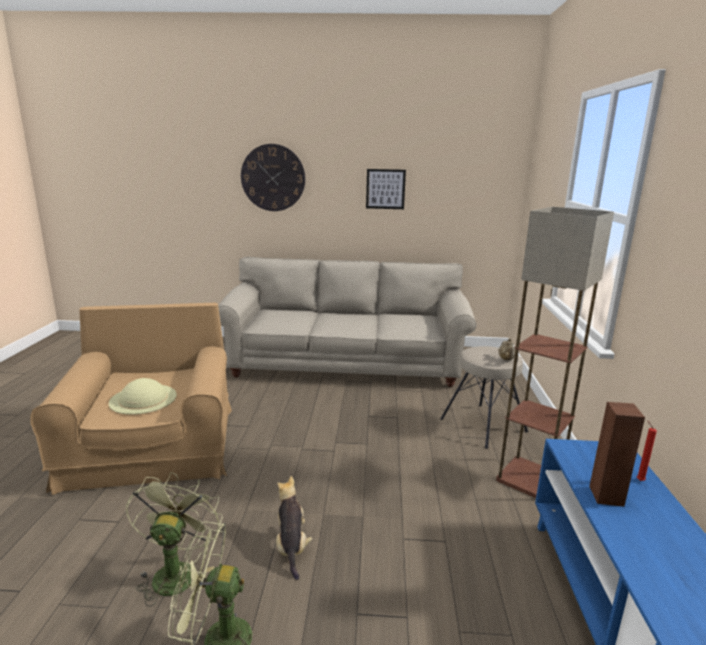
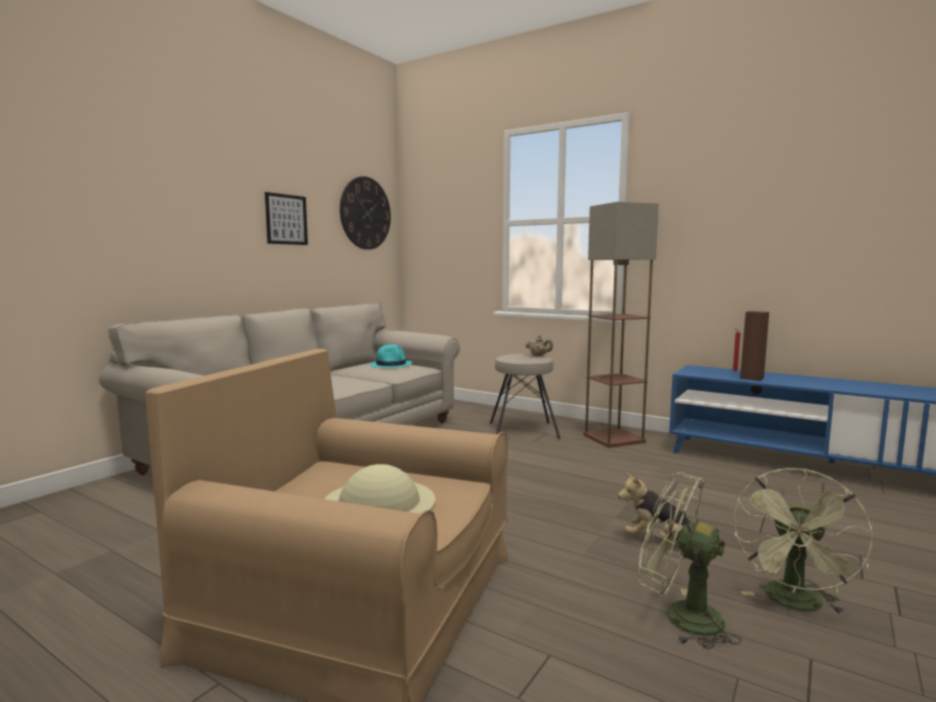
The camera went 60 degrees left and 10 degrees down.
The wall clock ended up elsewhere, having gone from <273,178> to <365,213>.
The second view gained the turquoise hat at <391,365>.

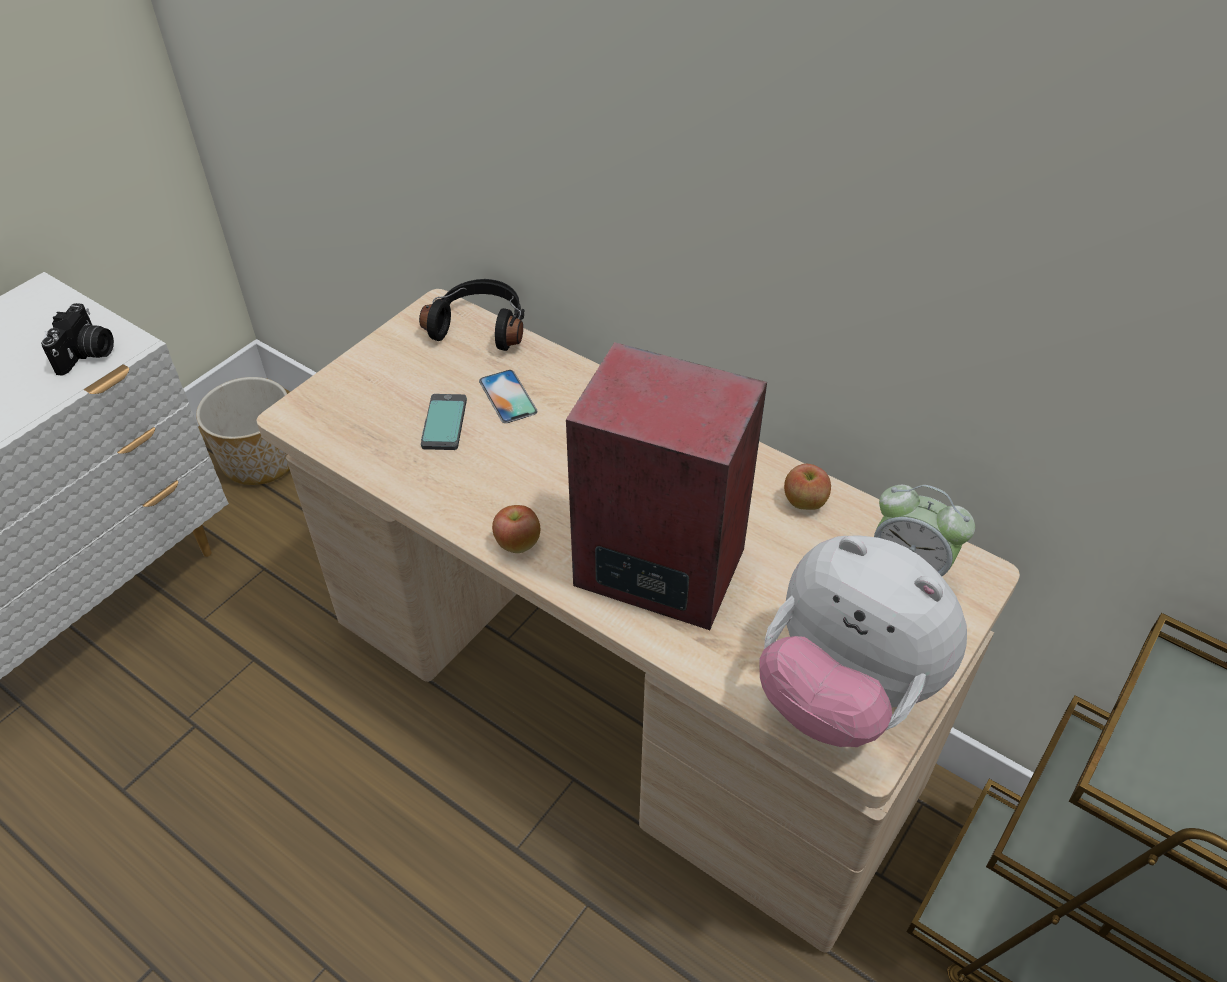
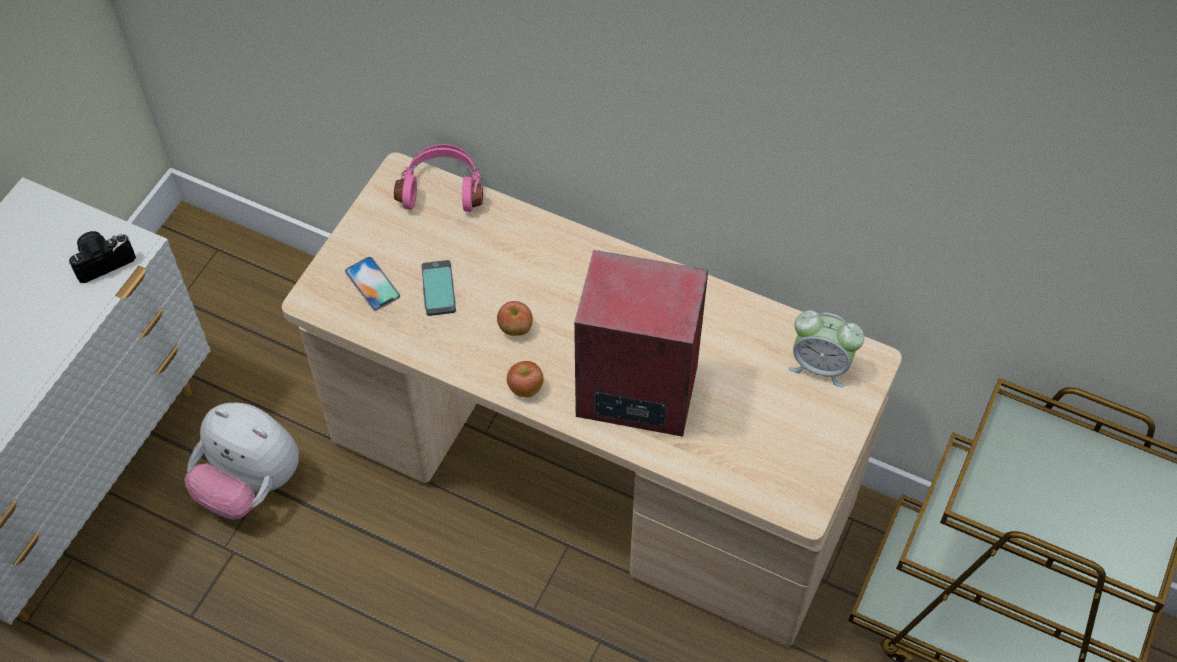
The camera went 10 degrees left and 10 degrees up.
The photo camera at <87,354> ended up facing another way, 120 degrees counterclockwise from before.
The second view lost the planter at <261,459>.
What was the black headphones at <480,326> turned into the pink headphones at <442,187>.
The phone ended up elsewhere, having gone from <508,396> to <372,284>.
The plush toy ended up elsewhere, having gone from <843,692> to <250,483>.
The apple ended up elsewhere, having gone from <804,503> to <515,329>.

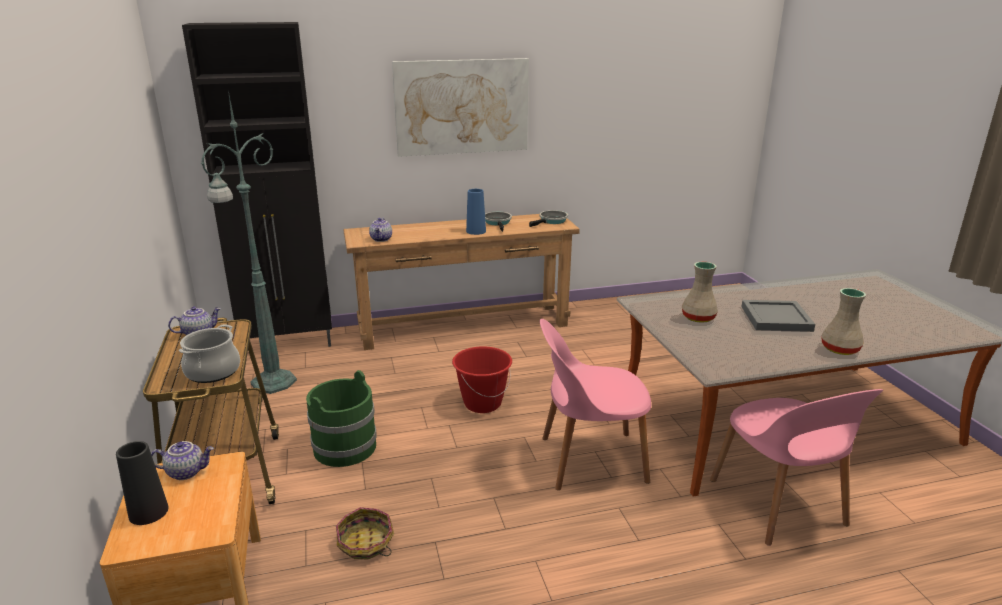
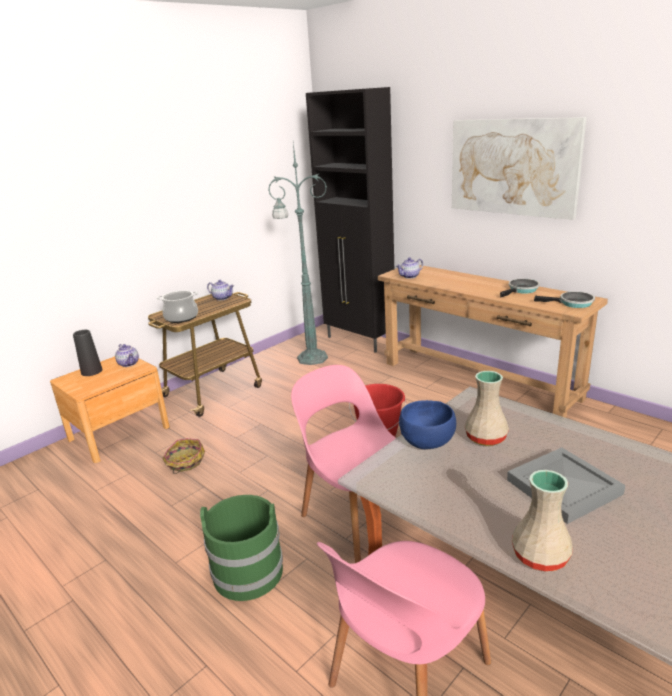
The camera went 60 degrees right and 0 degrees up.
The green bucket ended up elsewhere, having gone from <344,447> to <247,573>.
The second view lost the blue vase at <476,231>.
The second view gained the blue bowl at <428,441>.

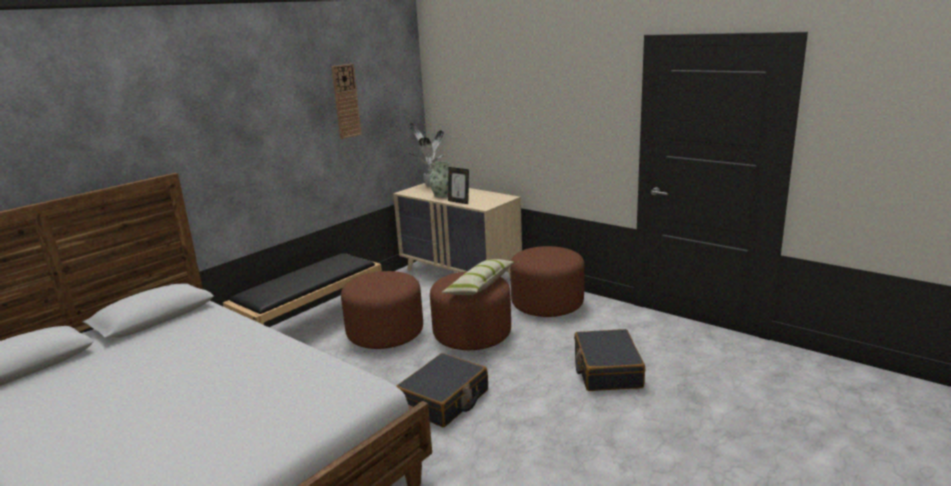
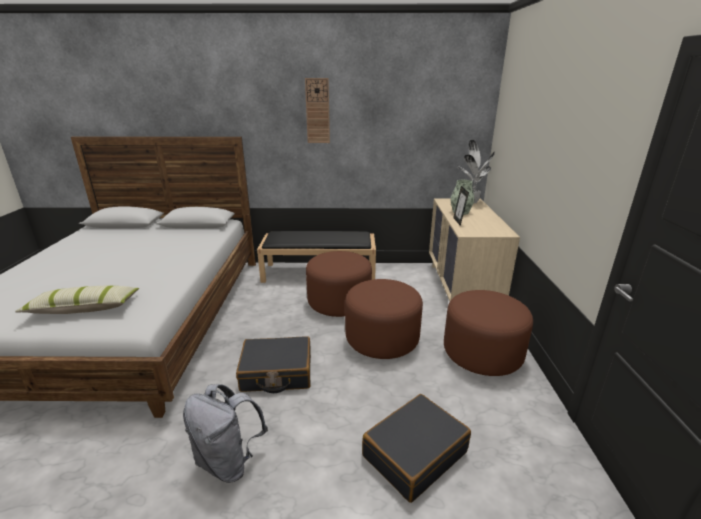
The camera went 50 degrees right and 5 degrees up.
The wall clock ended up elsewhere, having gone from <346,101> to <317,111>.
The pillow ended up elsewhere, having gone from <480,285> to <85,309>.
The second view gained the grey backpack at <229,461>.

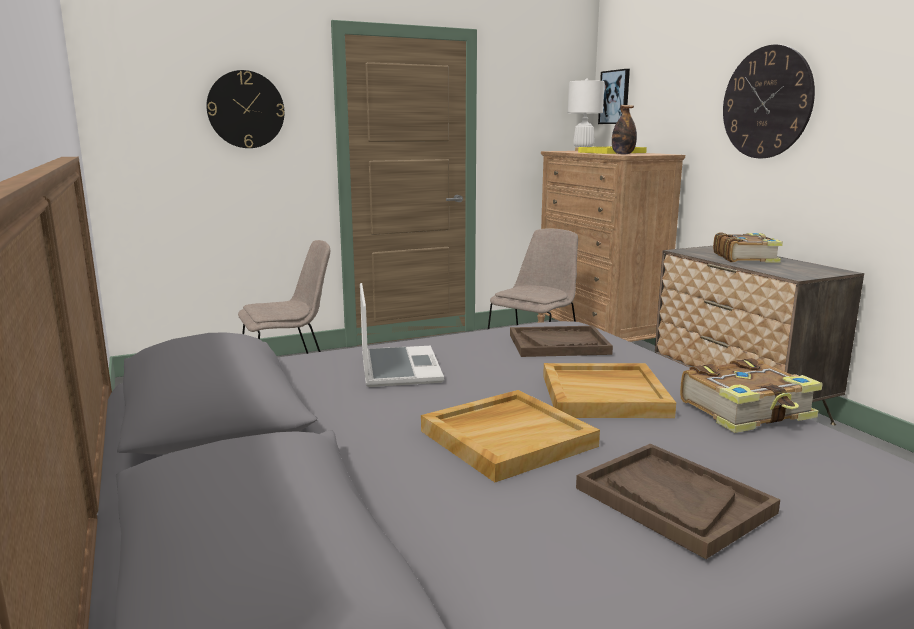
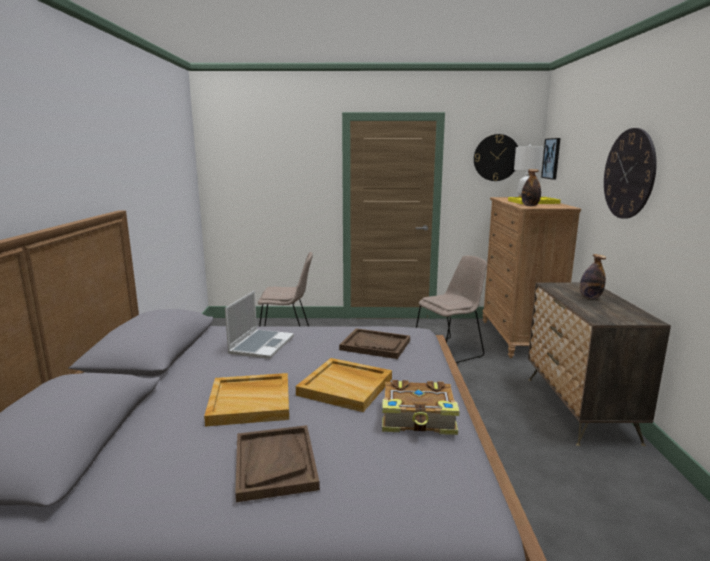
The camera went 25 degrees right and 0 degrees up.
The wall clock ended up elsewhere, having gone from <246,109> to <496,157>.
Where the book stood at <745,258>, the bottle came to stand at <590,297>.

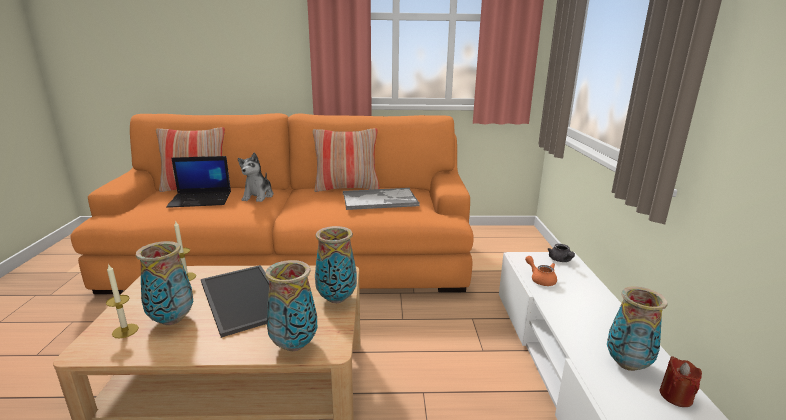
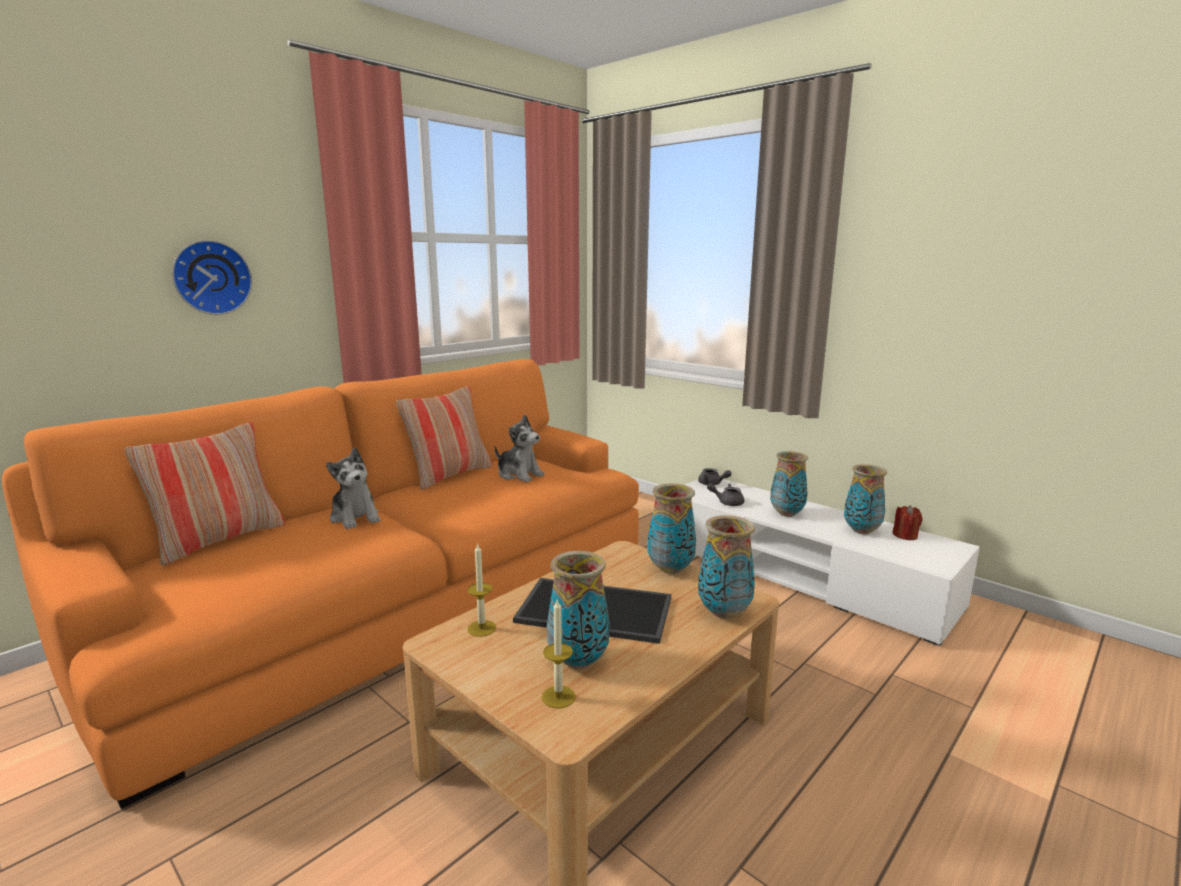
The camera went 45 degrees left and 5 degrees down.
The second view lost the laptop at <201,199>.
Where the tray stood at <380,200>, the plush toy came to stand at <519,475>.
What was the orange teapot at <540,279> turned into the grey teapot at <727,502>.
The second view gained the wall clock at <211,277>.
The second view gained the vase at <786,514>.

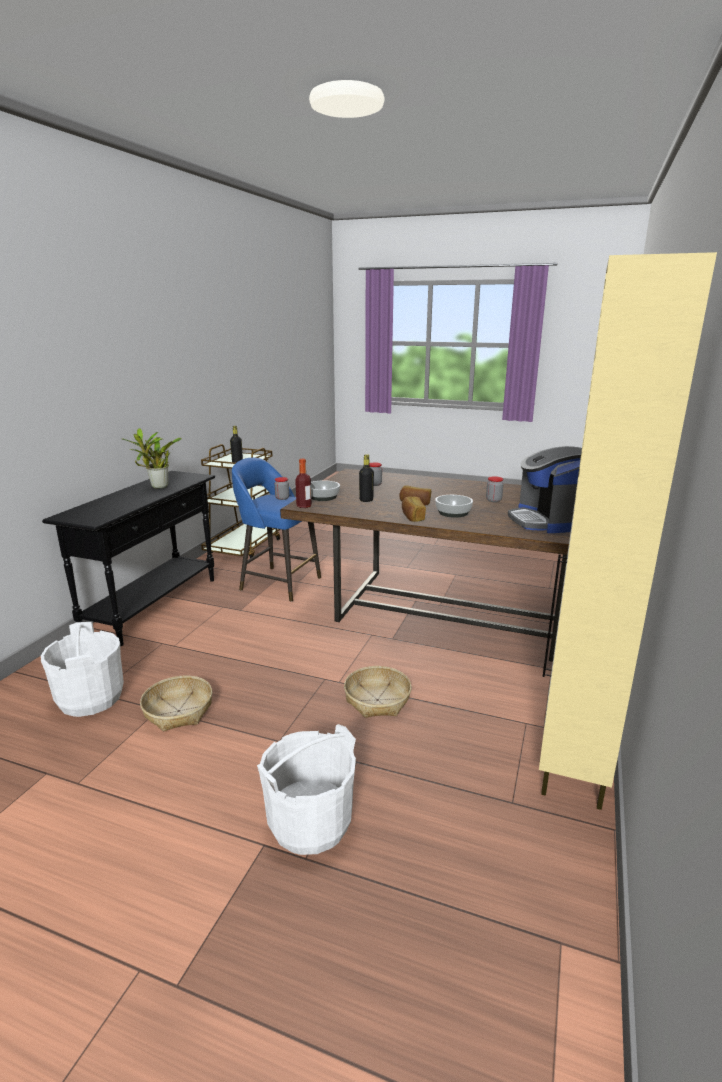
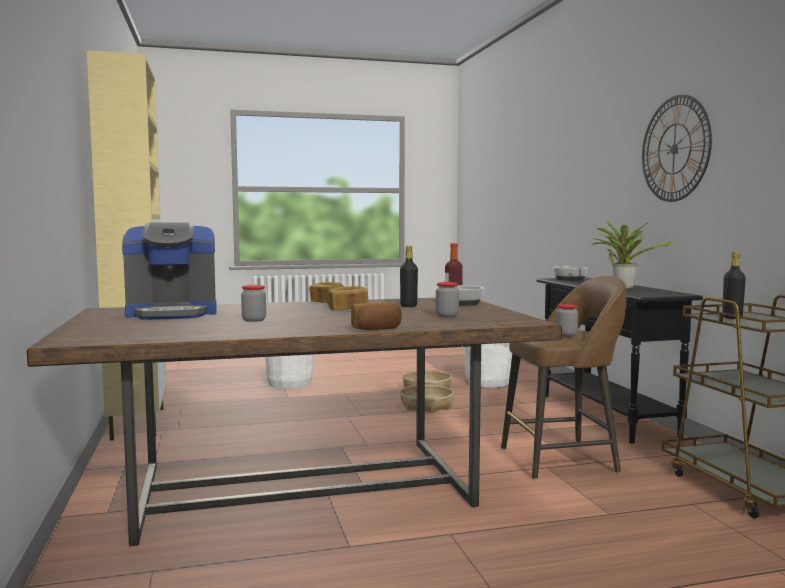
The camera went 145 degrees right and 15 degrees down.
What was the blue stool at <278,583> turned into the brown stool at <562,459>.
The basket ended up elsewhere, having gone from <377,700> to <426,406>.
The bowl ended up elsewhere, having gone from <453,512> to <570,279>.
The coffee machine at <546,521> ended up facing another way, 120 degrees clockwise from before.
The second view gained the bread at <376,329>.
The second view gained the wall clock at <674,149>.

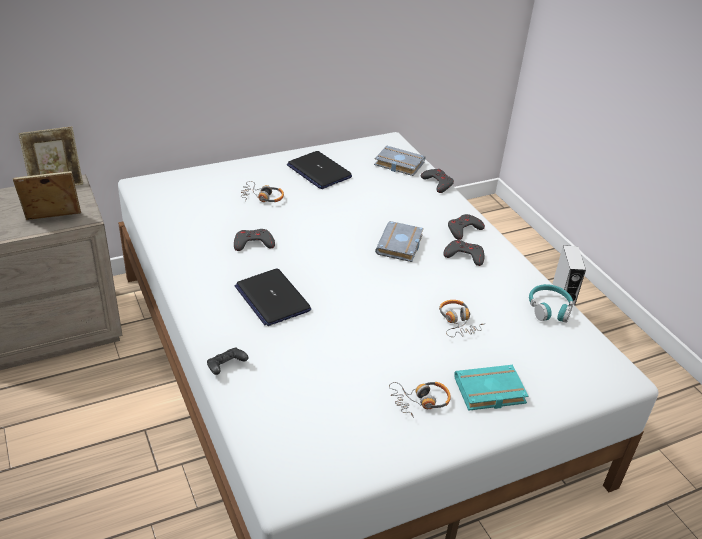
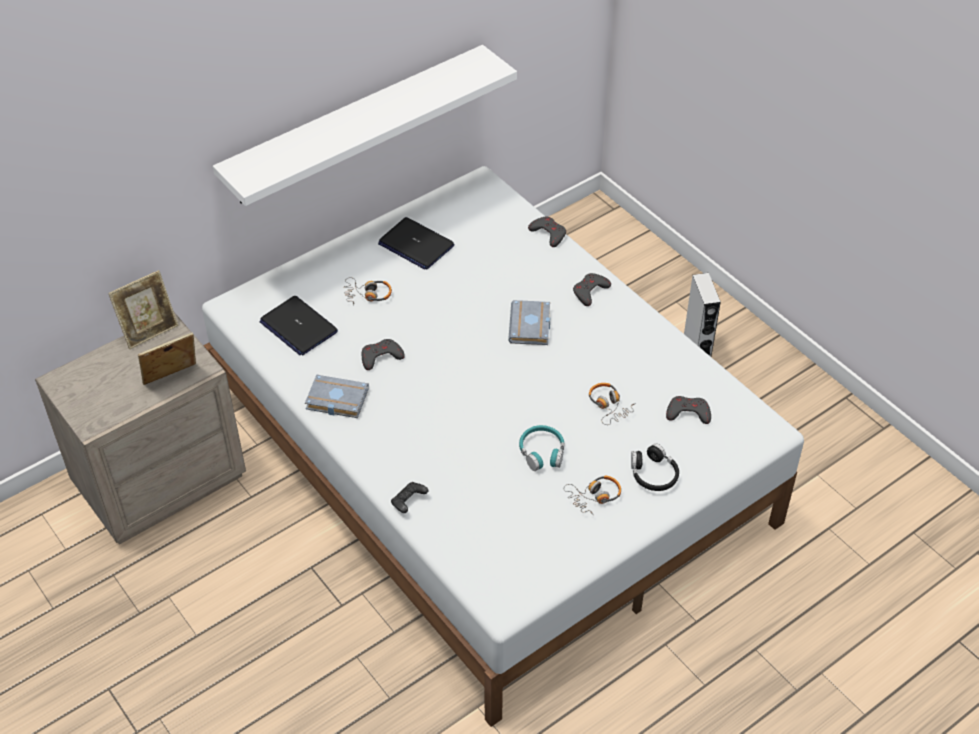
The camera went 10 degrees left and 10 degrees up.
The laptop ended up elsewhere, having gone from <272,298> to <298,327>.
The grey book ended up elsewhere, having gone from <397,164> to <335,400>.
The grey game controller ended up elsewhere, having gone from <464,255> to <688,413>.
Where the turquoise book stood at <489,392>, the black headphones came to stand at <653,474>.
The turquoise headphones ended up elsewhere, having gone from <549,308> to <542,452>.
The second view gained the white shelf at <355,125>.

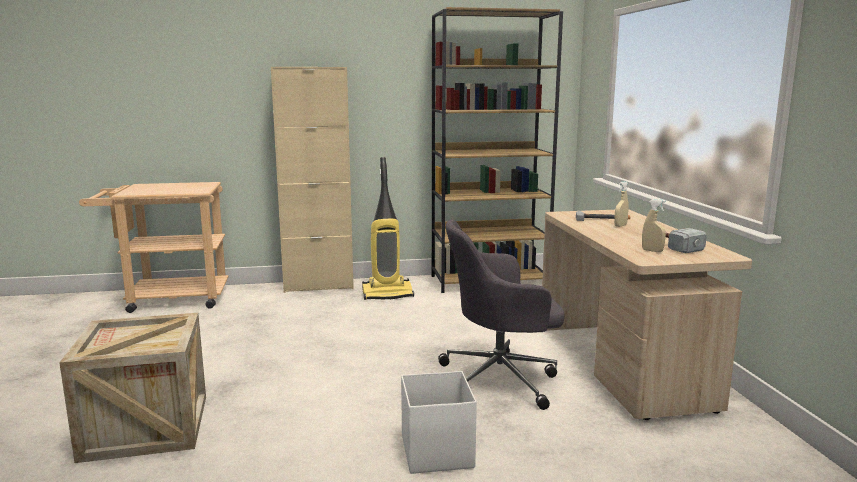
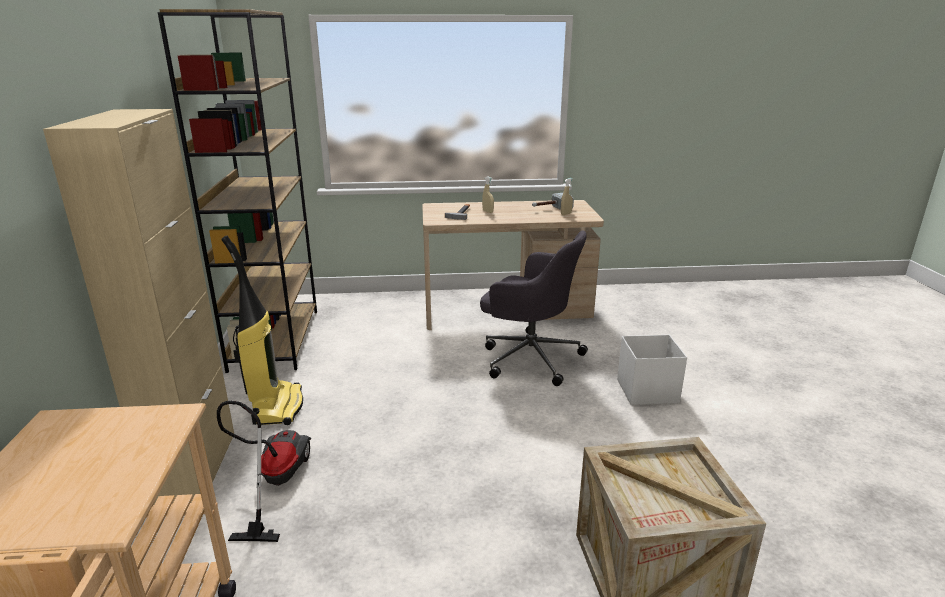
The camera went 85 degrees left and 10 degrees up.
The grey office chair at <501,379> ended up facing another way, 60 degrees counterclockwise from before.
The second view gained the vacuum cleaner at <274,483>.

